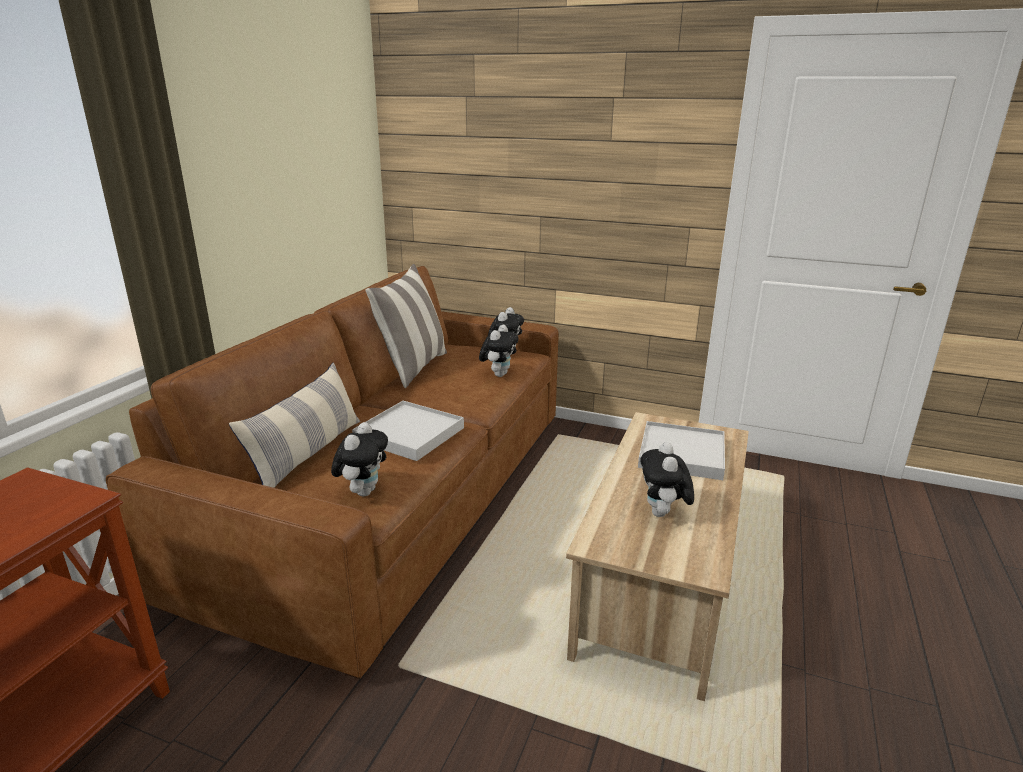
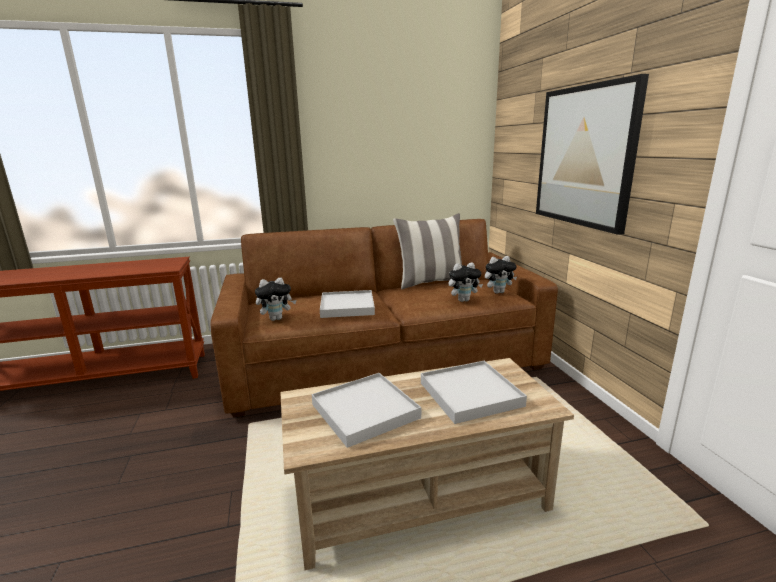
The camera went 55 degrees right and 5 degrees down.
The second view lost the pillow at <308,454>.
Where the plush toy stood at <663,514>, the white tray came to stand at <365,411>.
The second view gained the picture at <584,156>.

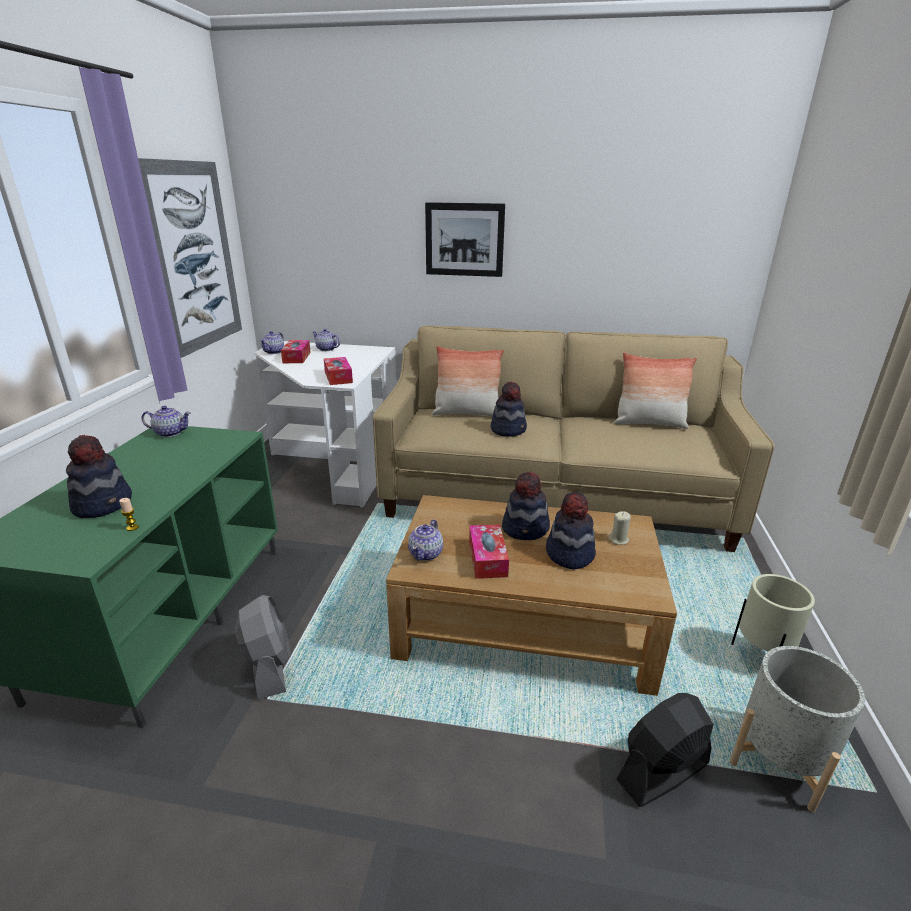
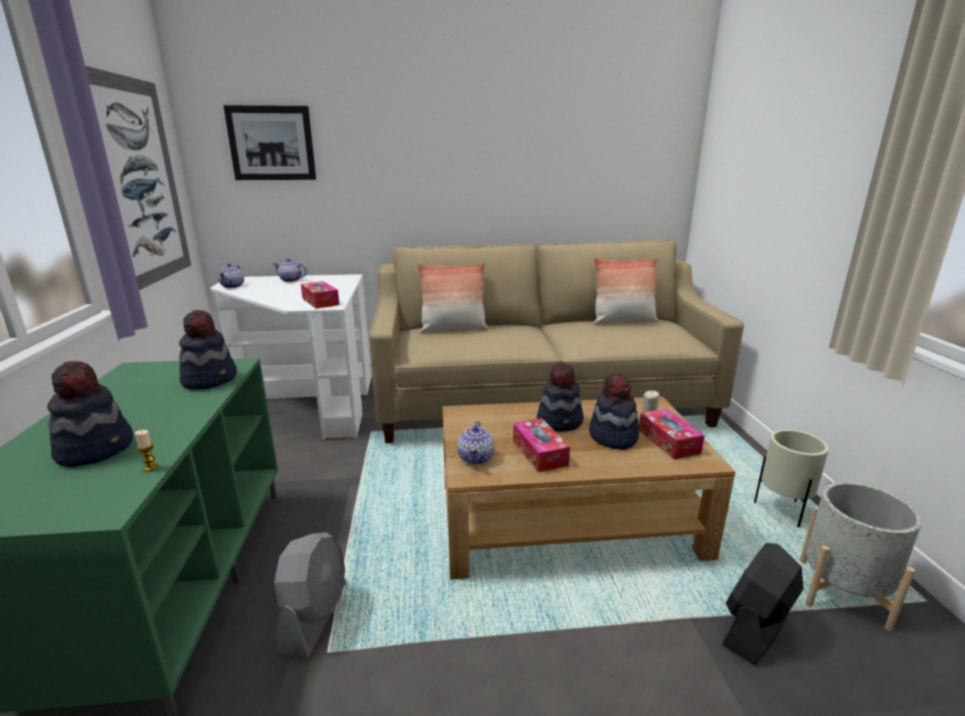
The camera went 15 degrees left and 5 degrees down.
The second view lost the teapot at <170,433>.
The grey fan at <269,666> ended up facing another way, 45 degrees clockwise from before.
The tissue box ended up elsewhere, having gone from <296,357> to <668,441>.
The picture ended up elsewhere, having gone from <464,240> to <271,143>.
The hat ended up elsewhere, having gone from <508,429> to <210,379>.

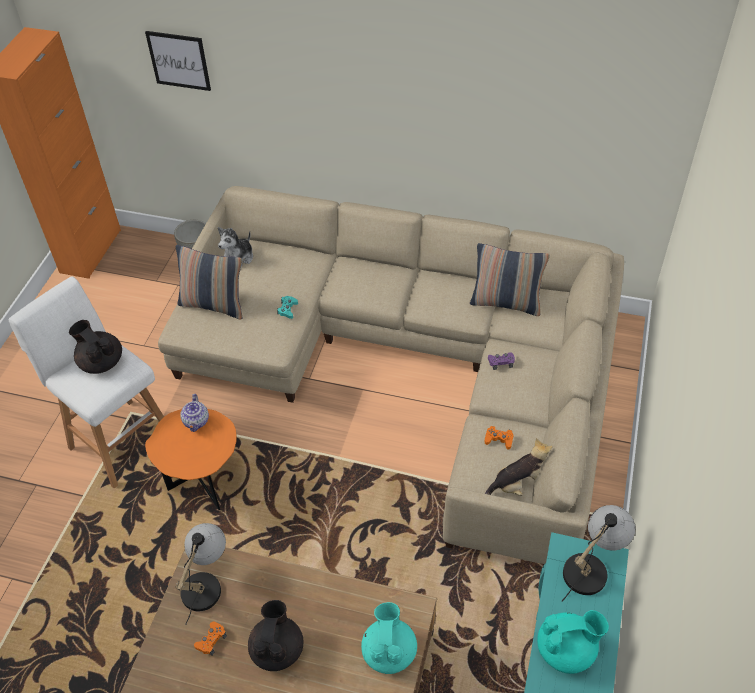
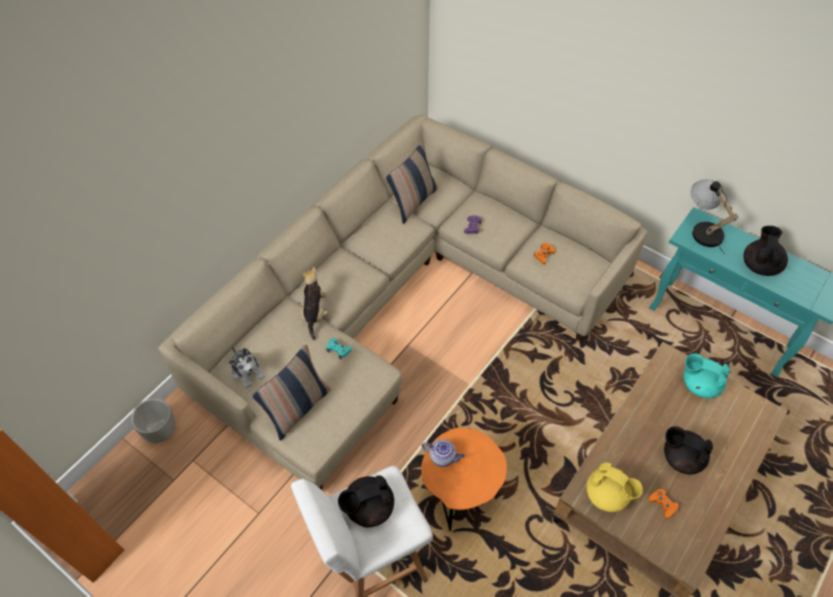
The camera went 70 degrees left and 5 degrees up.
The second view lost the picture at <179,60>.
Where the table lamp stood at <206,582>, the yellow teapot came to stand at <607,495>.
The plush toy ended up elsewhere, having gone from <517,485> to <314,313>.
What was the turquoise teapot at <566,650> turned into the black teapot at <760,265>.

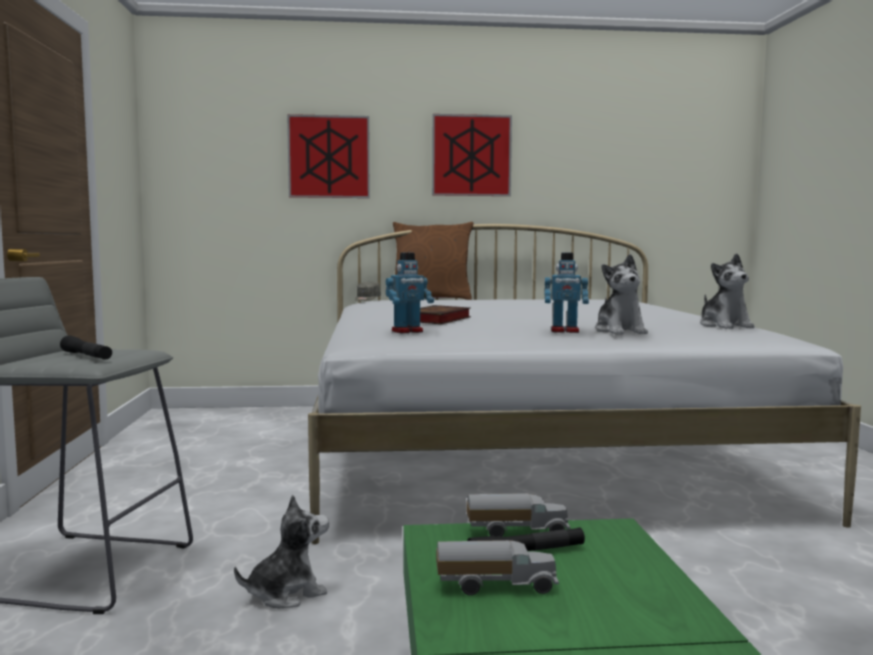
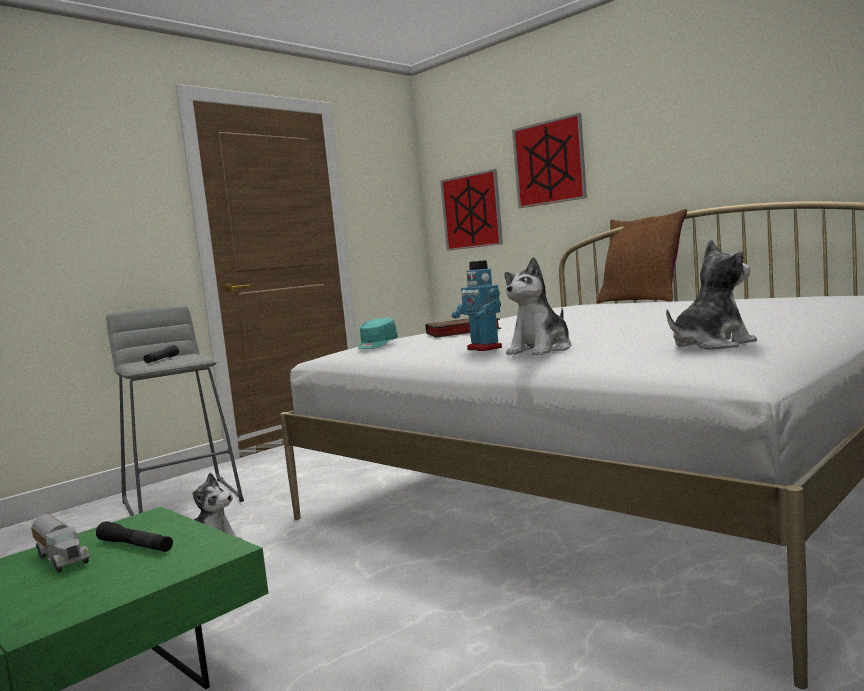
The camera went 50 degrees right and 0 degrees up.
The second view lost the grey cap at <367,299>.
Where the toy robot stood at <407,331>, the turquoise cap came to stand at <377,345>.
The picture ended up elsewhere, having gone from <471,155> to <471,211>.
The second view lost the toy truck at <516,532>.
The plush toy at <725,326> ended up facing another way, 150 degrees counterclockwise from before.

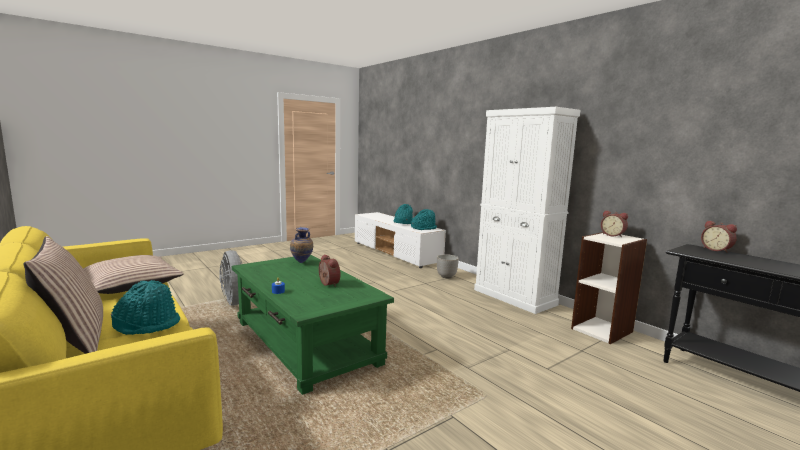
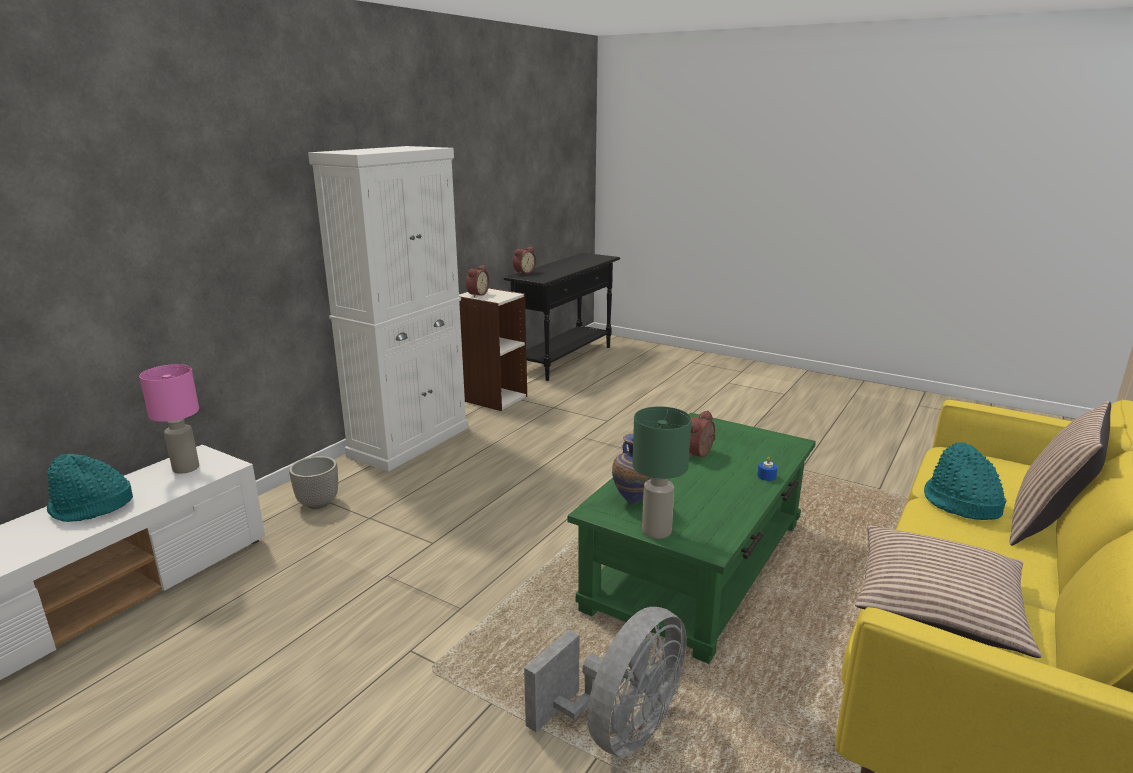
The camera went 110 degrees left and 10 degrees up.
Where the turquoise hat stood at <424,228>, the pink table lamp came to stand at <185,468>.
The second view gained the green table lamp at <657,531>.

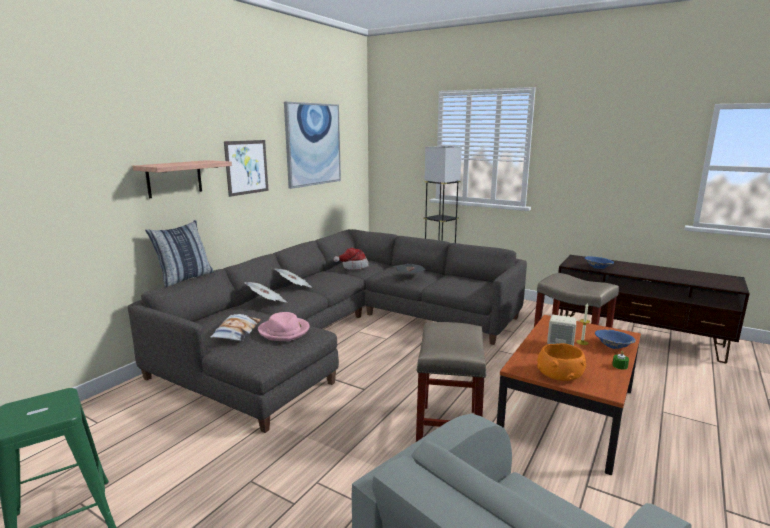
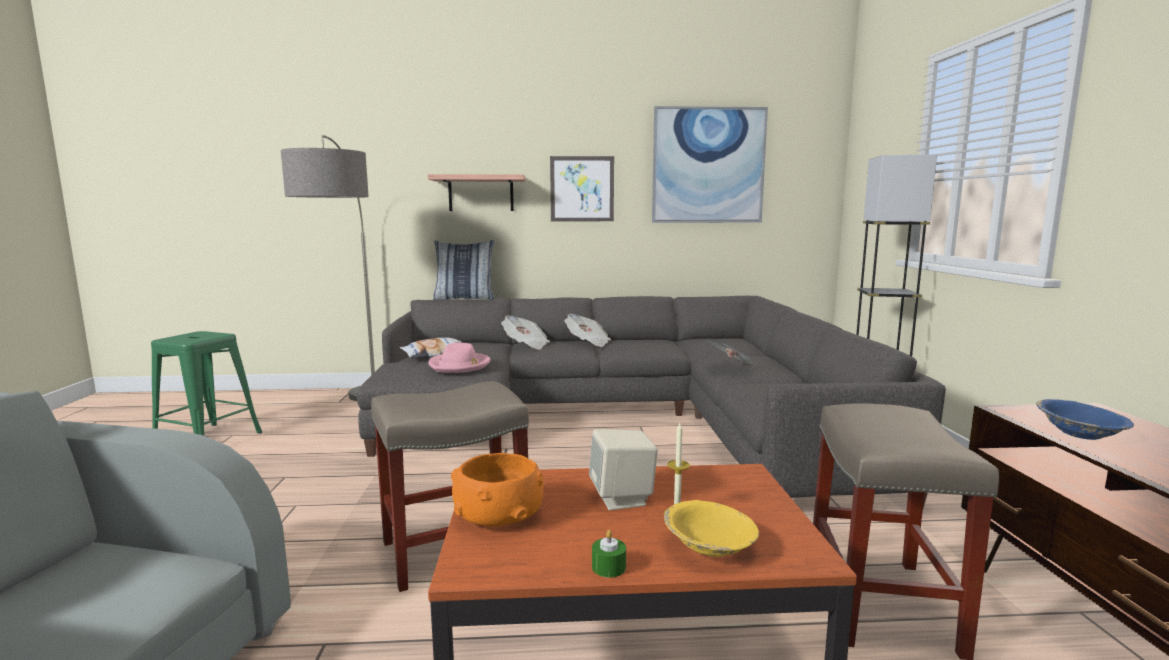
The camera went 55 degrees right and 5 degrees down.
The second view lost the hat at <353,266>.
What was the blue bowl at <613,346> turned into the yellow bowl at <709,548>.
The second view gained the floor lamp at <355,411>.

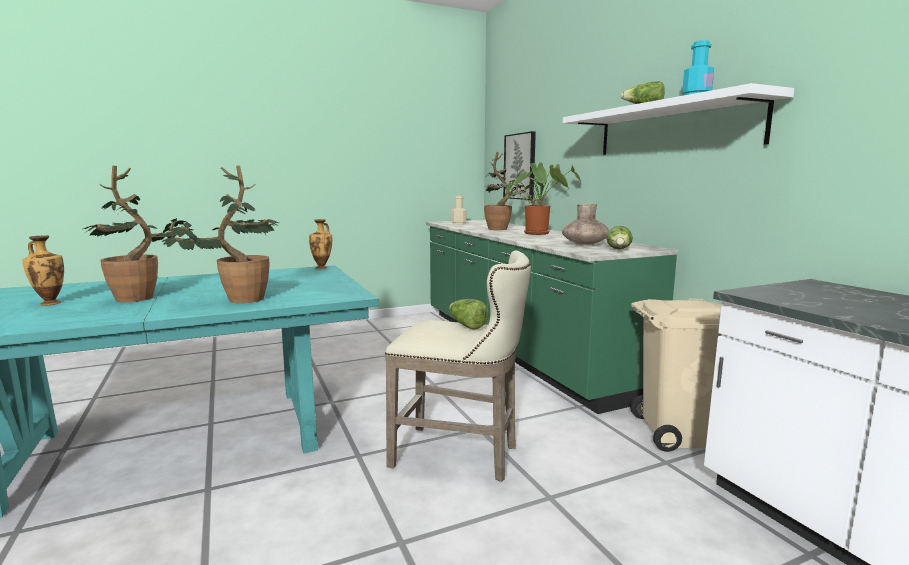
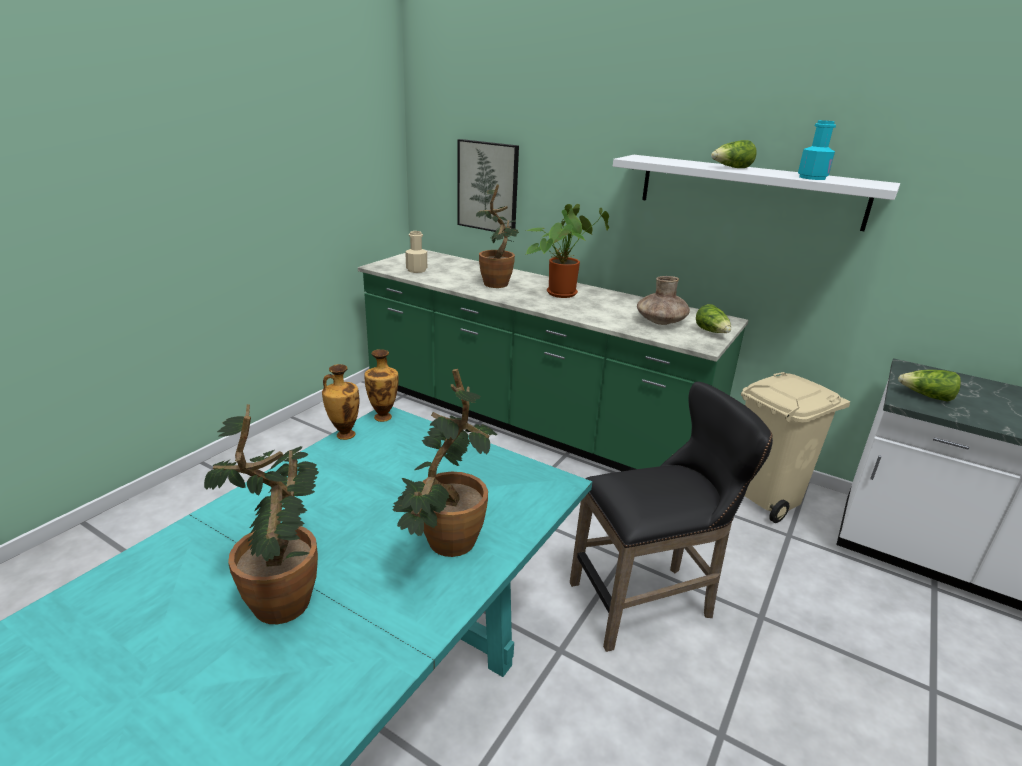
The camera went 35 degrees left and 15 degrees up.
The vase ended up elsewhere, having gone from <50,303> to <344,434>.
What was the beige stool at <461,456> turned into the black stool at <649,602>.
The lettuce ended up elsewhere, having gone from <466,325> to <926,396>.

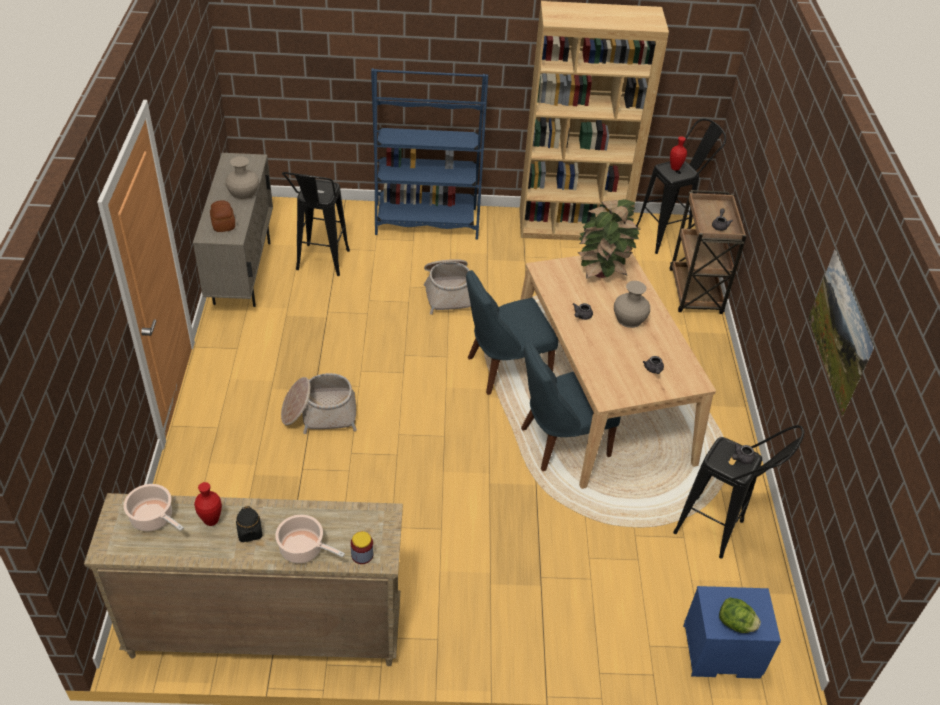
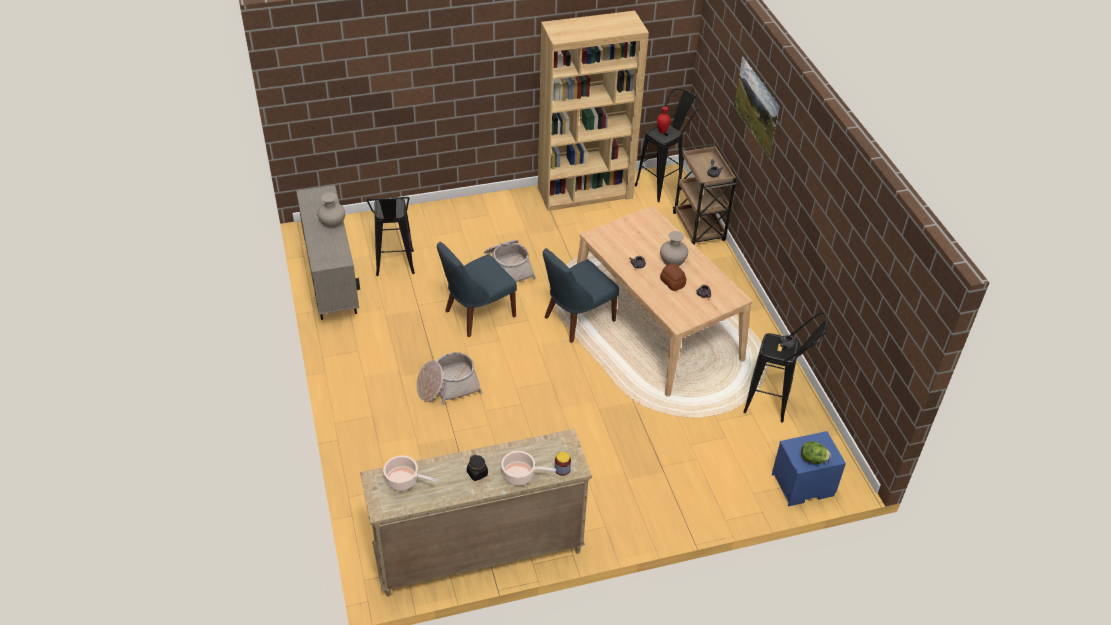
The camera went 15 degrees left and 0 degrees up.
The second view lost the red vase at <211,520>.
The bread ended up elsewhere, having gone from <223,223> to <672,282>.
The second view lost the blue bookcase at <426,221>.
The blue chair ended up elsewhere, having gone from <560,442> to <477,314>.
The second view lost the potted plant at <602,272>.
The picture ended up elsewhere, having gone from <831,348> to <753,119>.

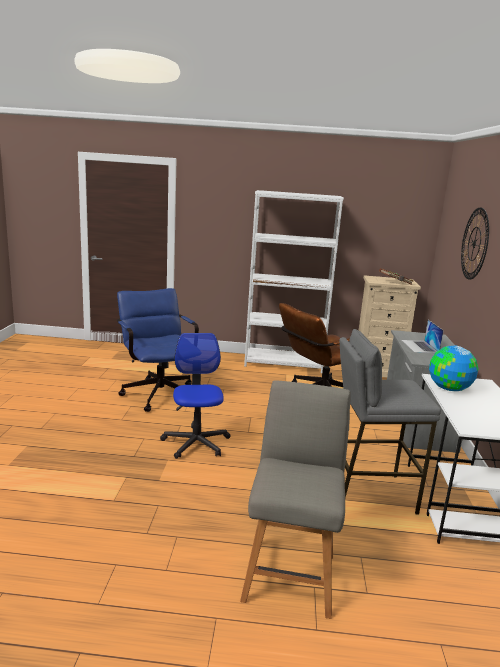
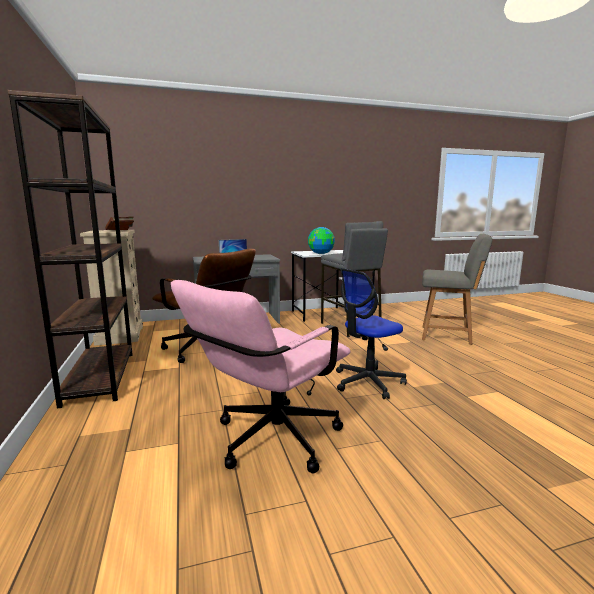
The camera went 110 degrees left and 5 degrees down.
What was the blue office chair at <158,392> turned into the pink office chair at <268,442>.
The grey chair at <290,574> ended up facing another way, 150 degrees counterclockwise from before.
What was the white bookcase at <284,364> turned into the brown bookcase at <100,377>.
The second view lost the wall clock at <474,244>.

